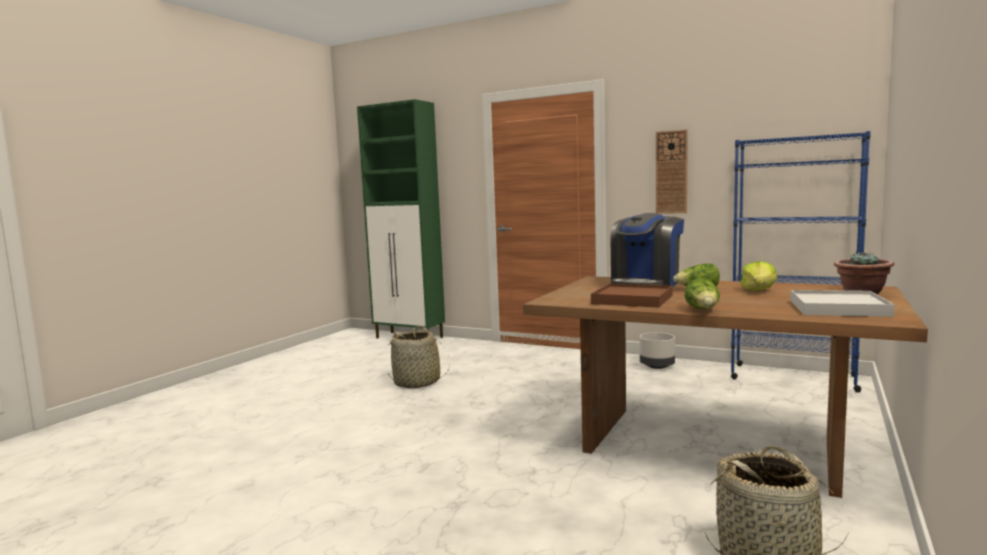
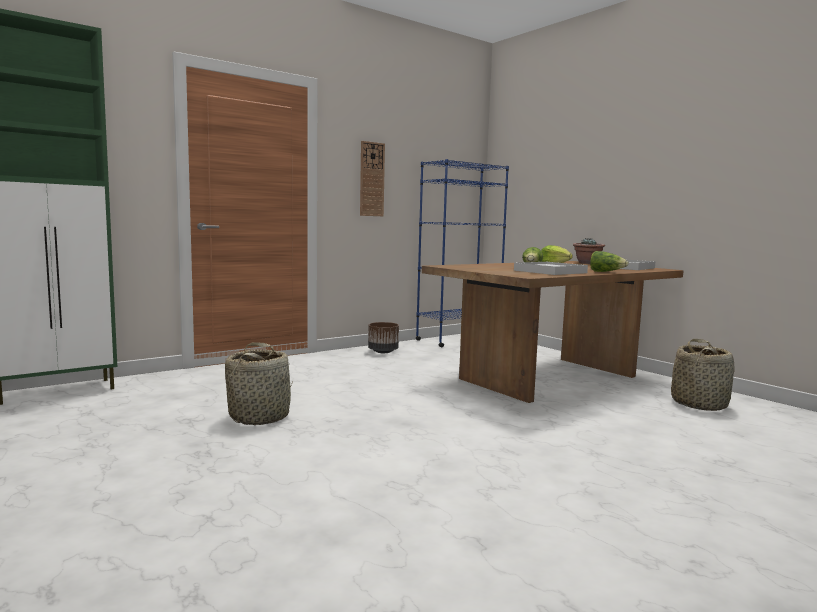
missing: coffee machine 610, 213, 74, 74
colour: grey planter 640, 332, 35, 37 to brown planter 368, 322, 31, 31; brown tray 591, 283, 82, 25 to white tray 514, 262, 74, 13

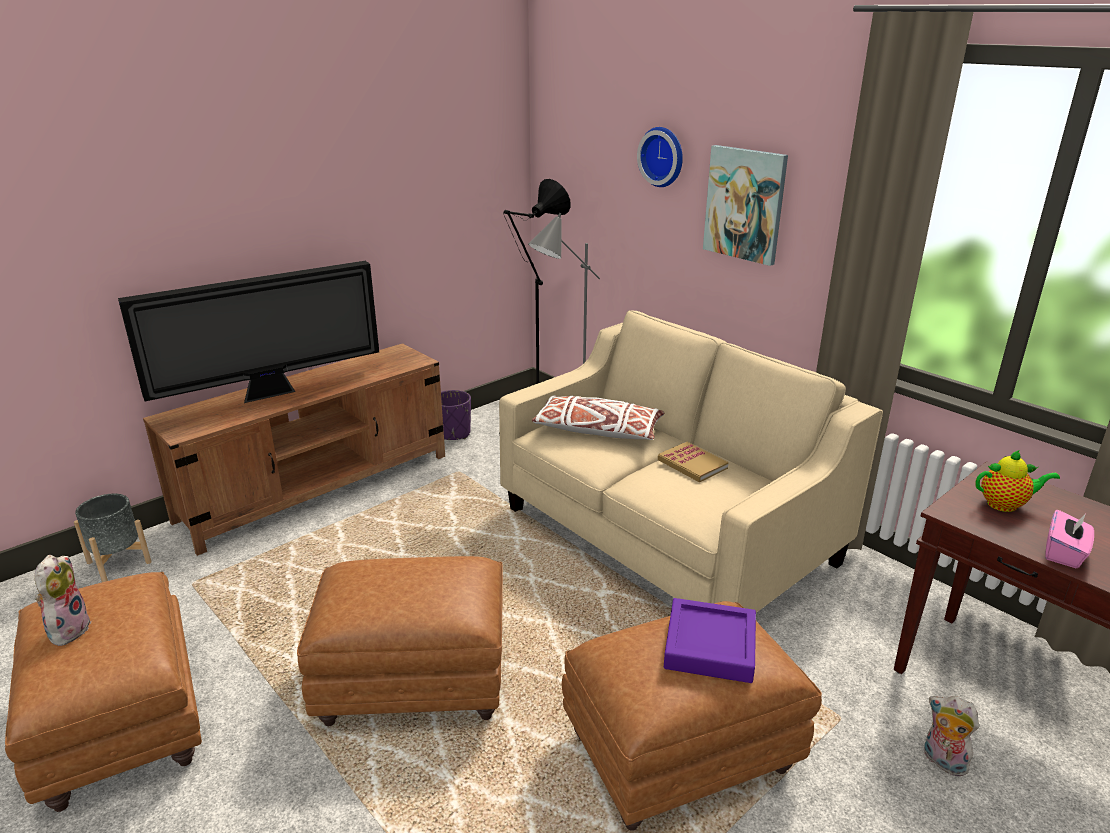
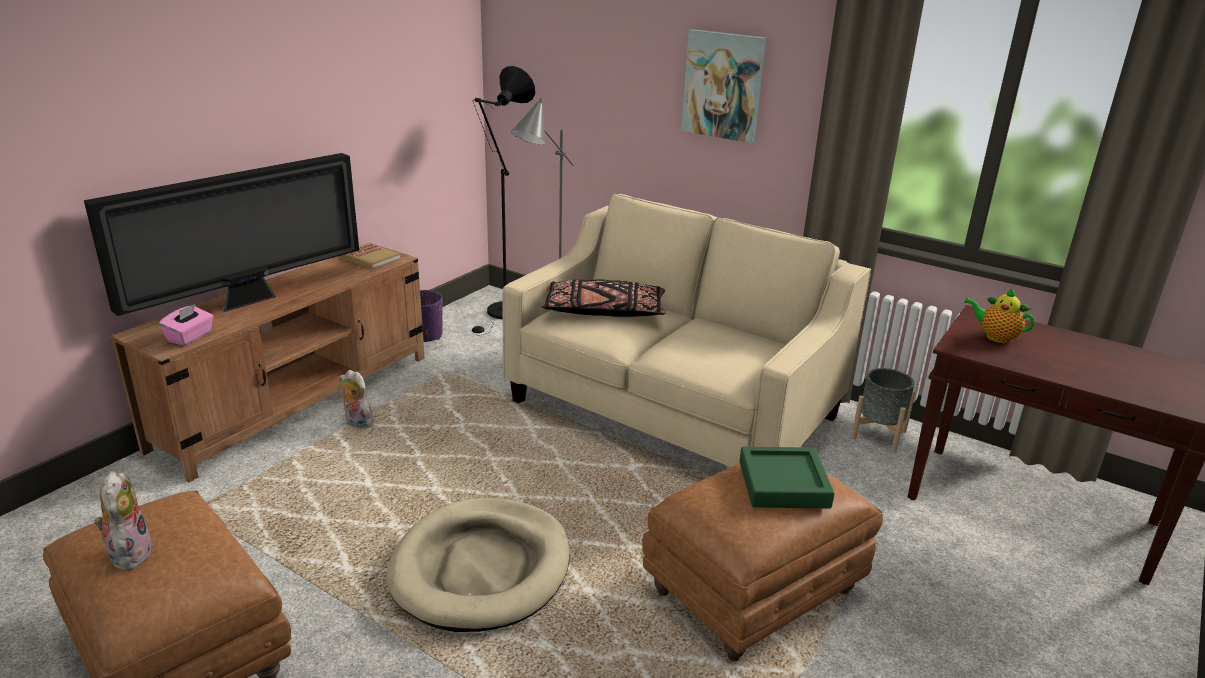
missing: wall clock 637, 127, 46, 60
relocated: pink tissue box 1045, 510, 49, 58 to 159, 304, 55, 42; plush toy 924, 696, 55, 81 to 339, 370, 34, 59; book 658, 442, 71, 41 to 340, 243, 60, 26; grey planter 74, 494, 77, 88 to 851, 368, 64, 84
exchanged: brown ottoman 297, 556, 206, 170 to beige dog bed 386, 498, 184, 134
colour: white pillow 532, 395, 133, 45 to black pillow 541, 279, 125, 38; purple tray 664, 598, 92, 85 to green tray 740, 447, 94, 61
spun: teapot 975, 450, 85, 62 = 964, 288, 71, 55 135 degrees counterclockwise

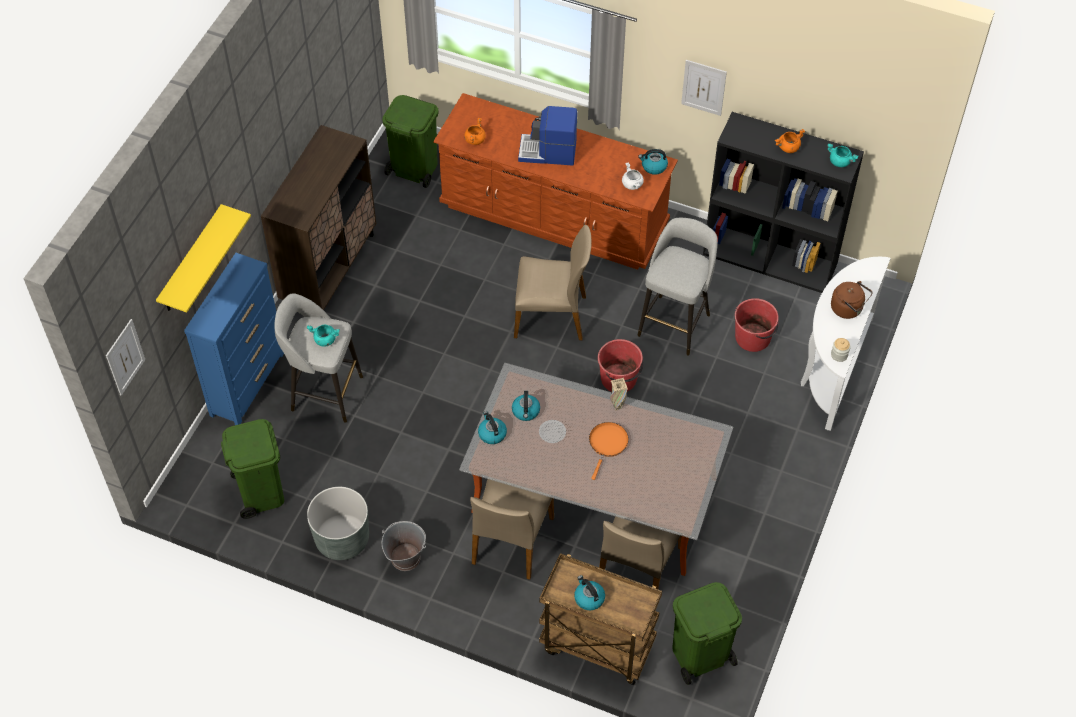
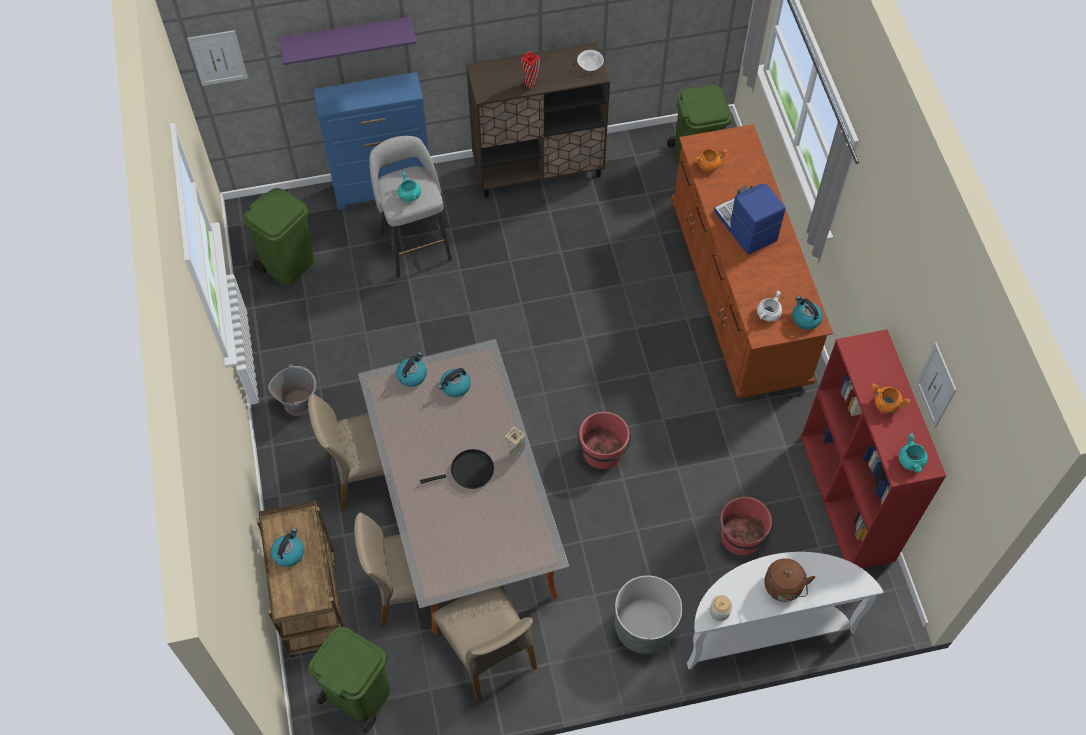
missing: grey stool 637, 218, 81, 137
appeared: red vase 521, 51, 19, 38
relocated: beige chair 514, 225, 77, 115 to 433, 586, 104, 116; bowl 539, 420, 27, 23 to 577, 50, 27, 21; grey planter 307, 487, 62, 73 to 615, 575, 68, 79; picture 681, 60, 46, 56 to 916, 343, 40, 85
colour: yellow shelf 156, 204, 95, 109 to purple shelf 279, 17, 137, 48; orange frying pan 589, 422, 40, 58 to black frying pan 420, 449, 74, 40; black bookcase 703, 112, 161, 181 to red bookcase 801, 329, 145, 240

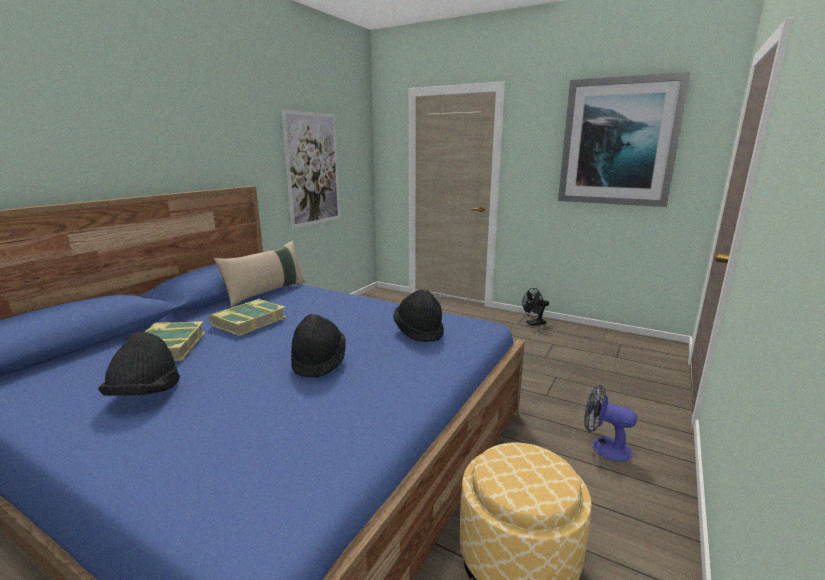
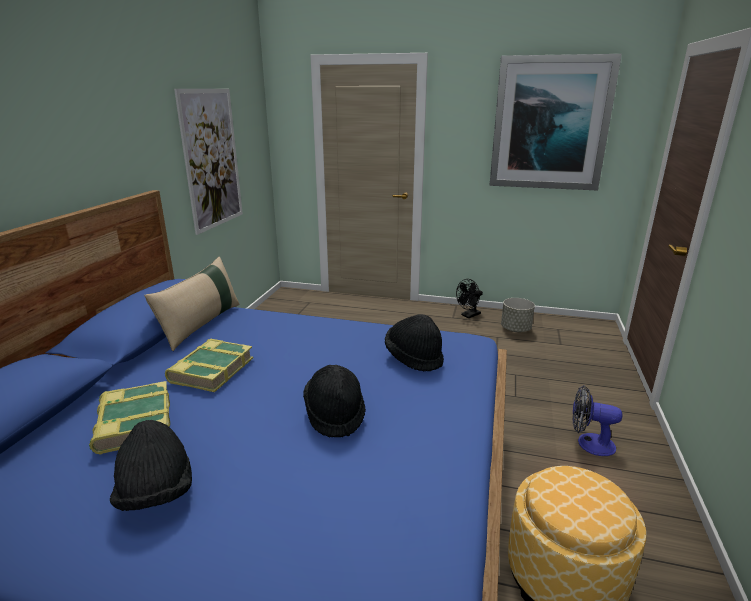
appeared: grey planter 501, 298, 34, 34

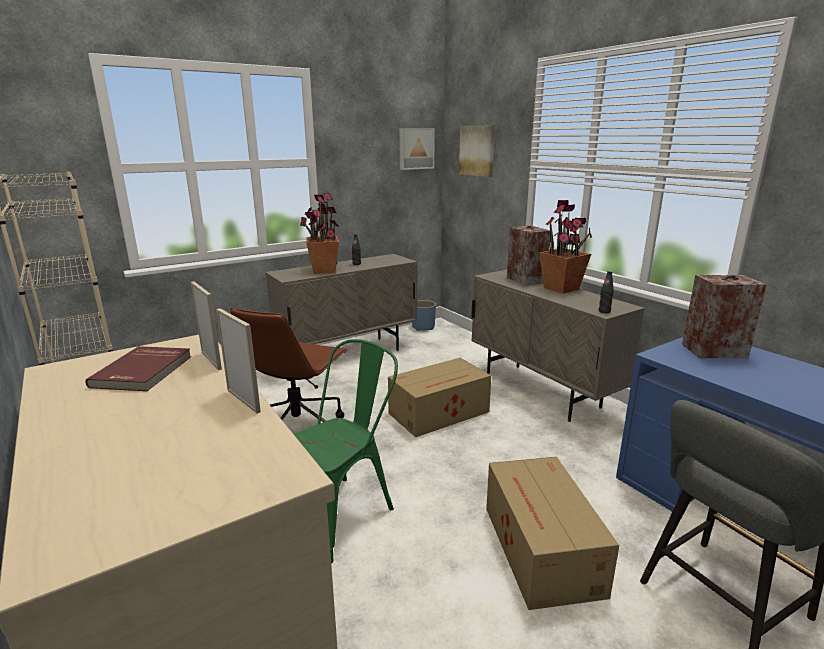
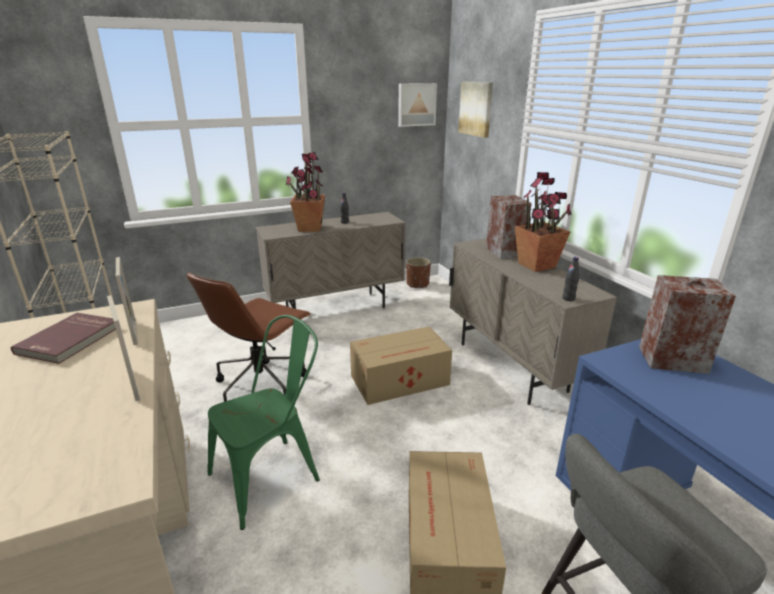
colour: blue planter 412, 300, 24, 31 to brown planter 406, 257, 25, 31

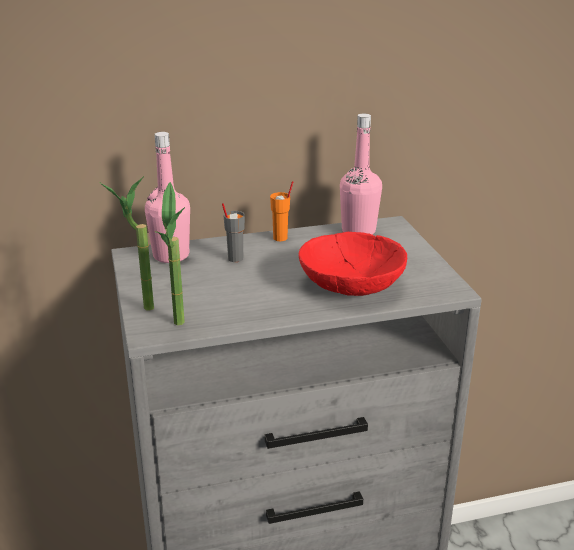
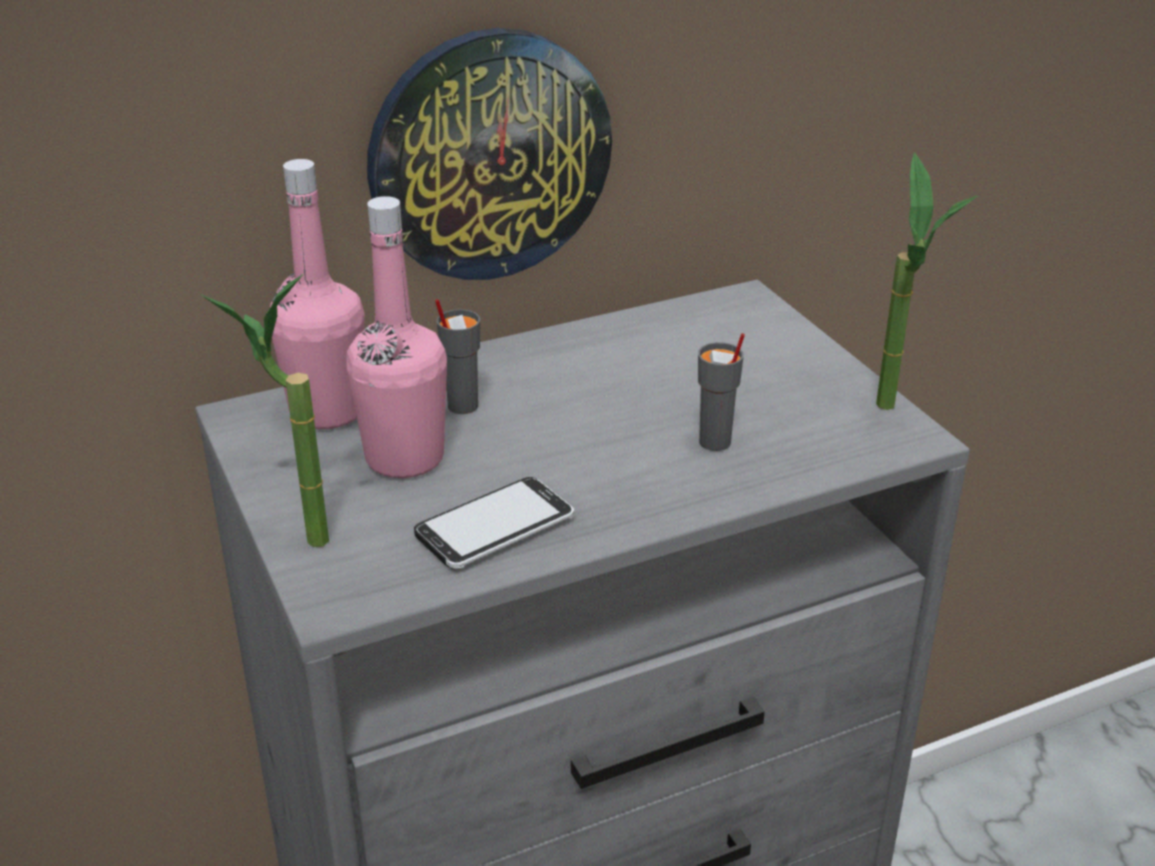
missing: orange cup 270, 181, 23, 60
appeared: wall clock 367, 28, 245, 252; phone 414, 477, 160, 92
relocated: pink bottle 340, 114, 42, 121 to 346, 196, 101, 282; potted plant 155, 182, 30, 143 to 876, 153, 102, 257
exchanged: red bowl 299, 232, 108, 64 to grey cup 698, 333, 47, 118

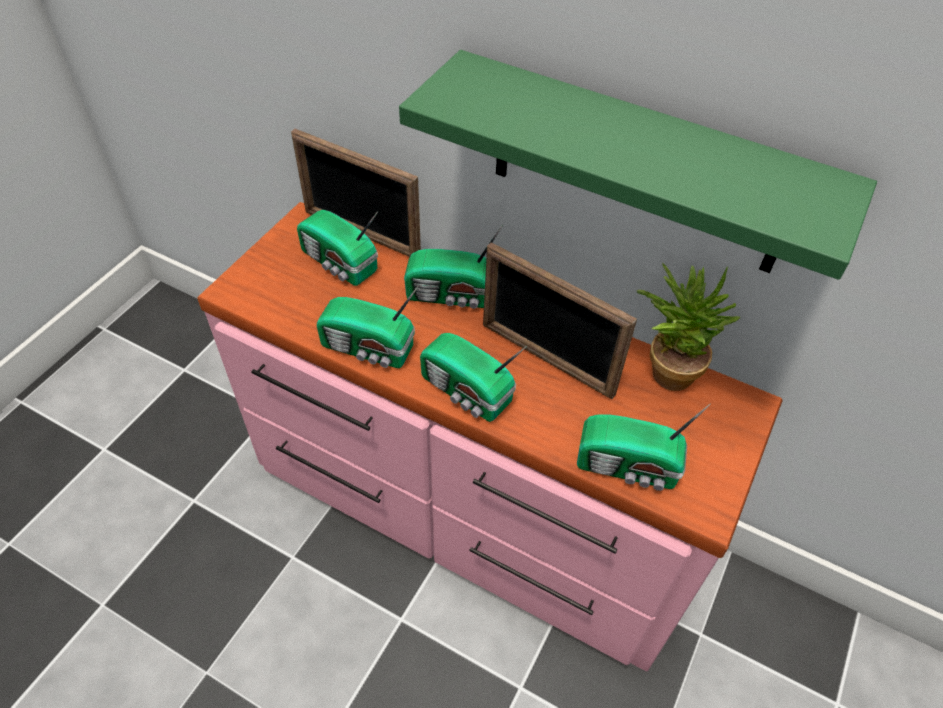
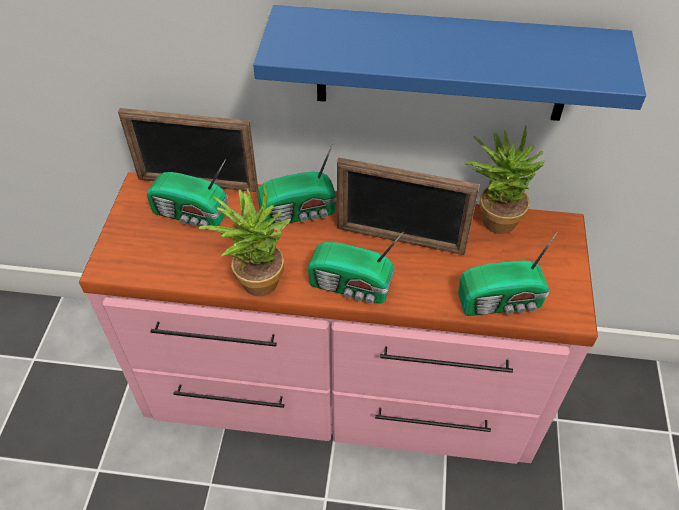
exchanged: radio 317, 285, 102, 83 to potted plant 199, 183, 92, 113
colour: green shelf 399, 50, 478, 230 to blue shelf 253, 5, 393, 116

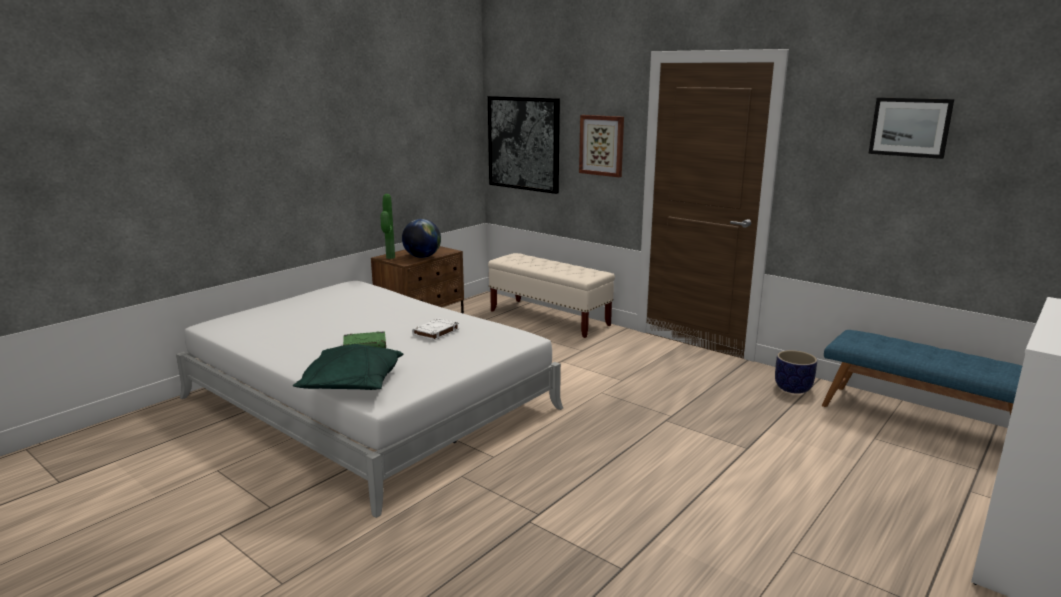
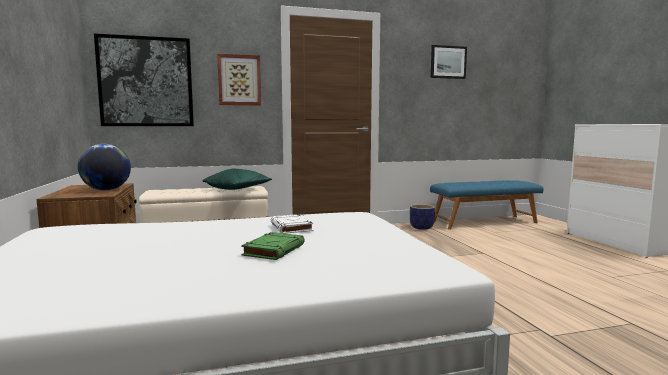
missing: potted plant 380, 194, 15, 65
relocated: green pillow 293, 344, 110, 46 to 202, 168, 70, 22

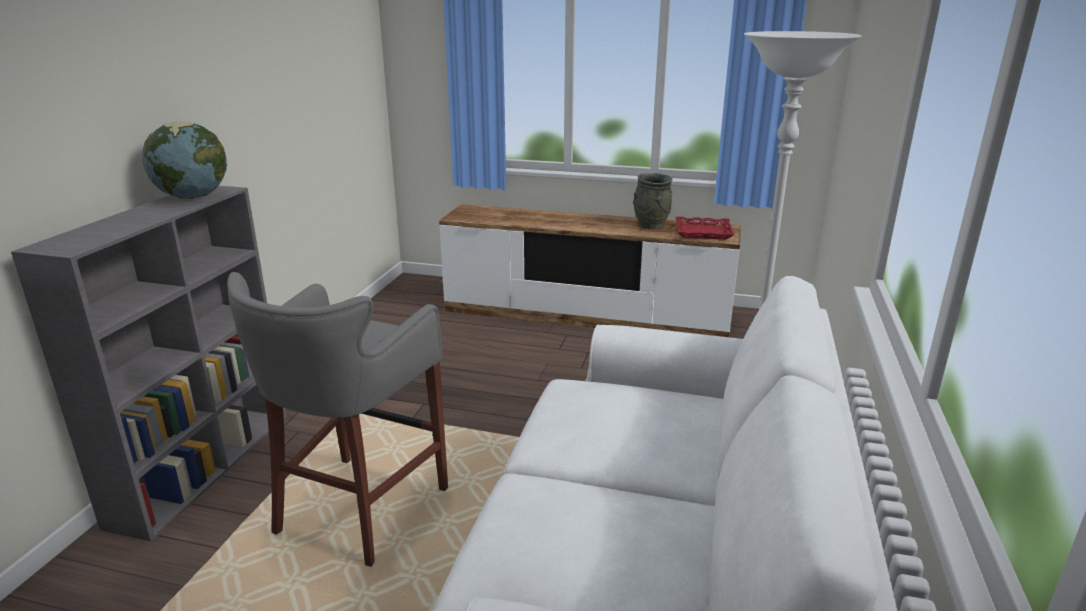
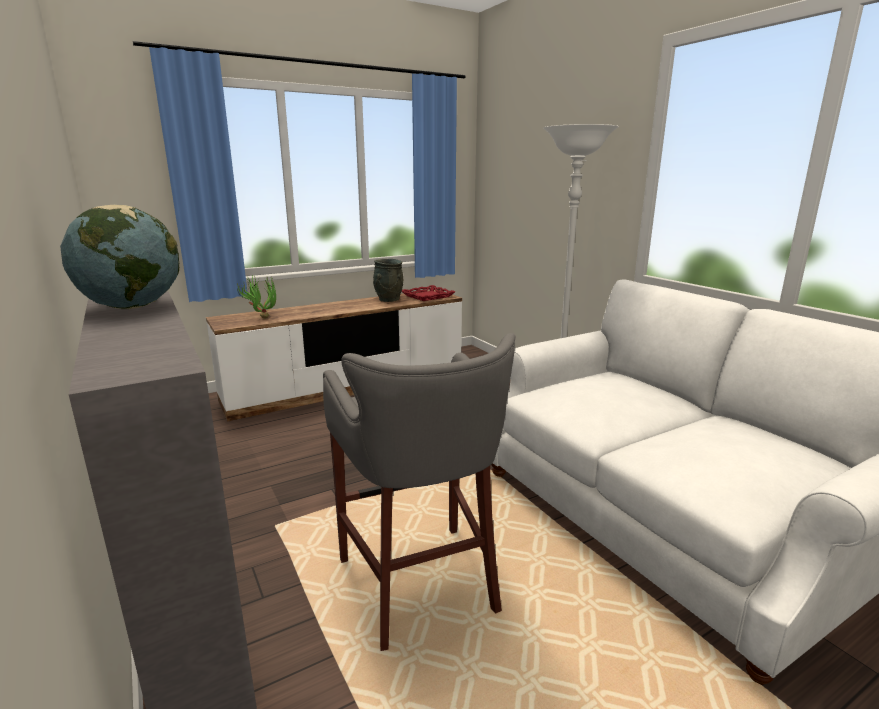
appeared: potted plant 236, 274, 40, 44

